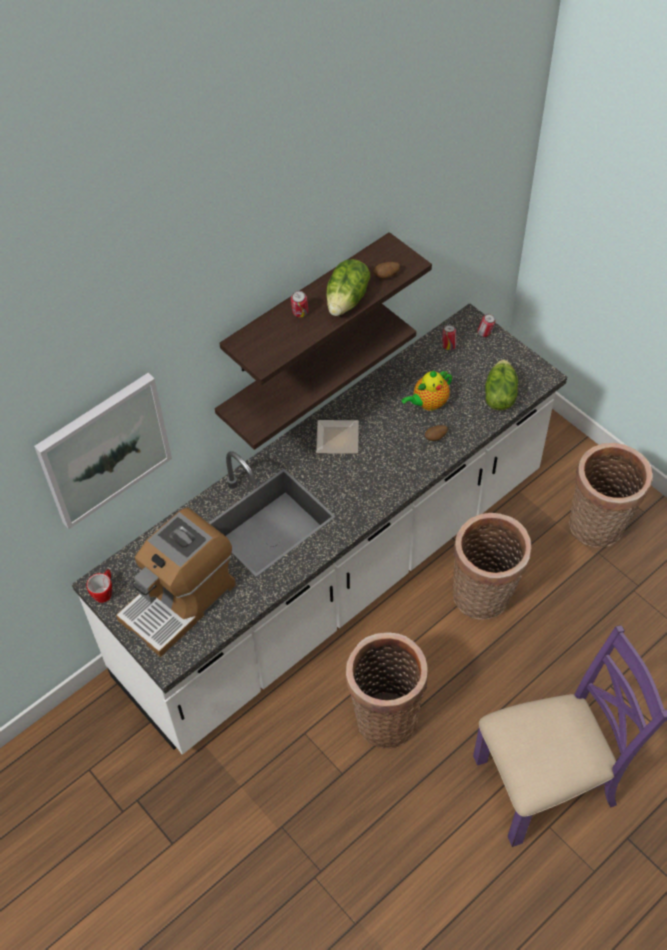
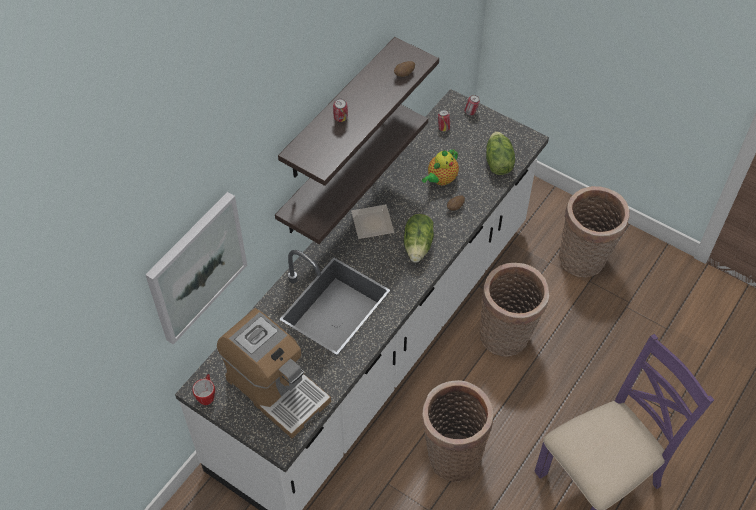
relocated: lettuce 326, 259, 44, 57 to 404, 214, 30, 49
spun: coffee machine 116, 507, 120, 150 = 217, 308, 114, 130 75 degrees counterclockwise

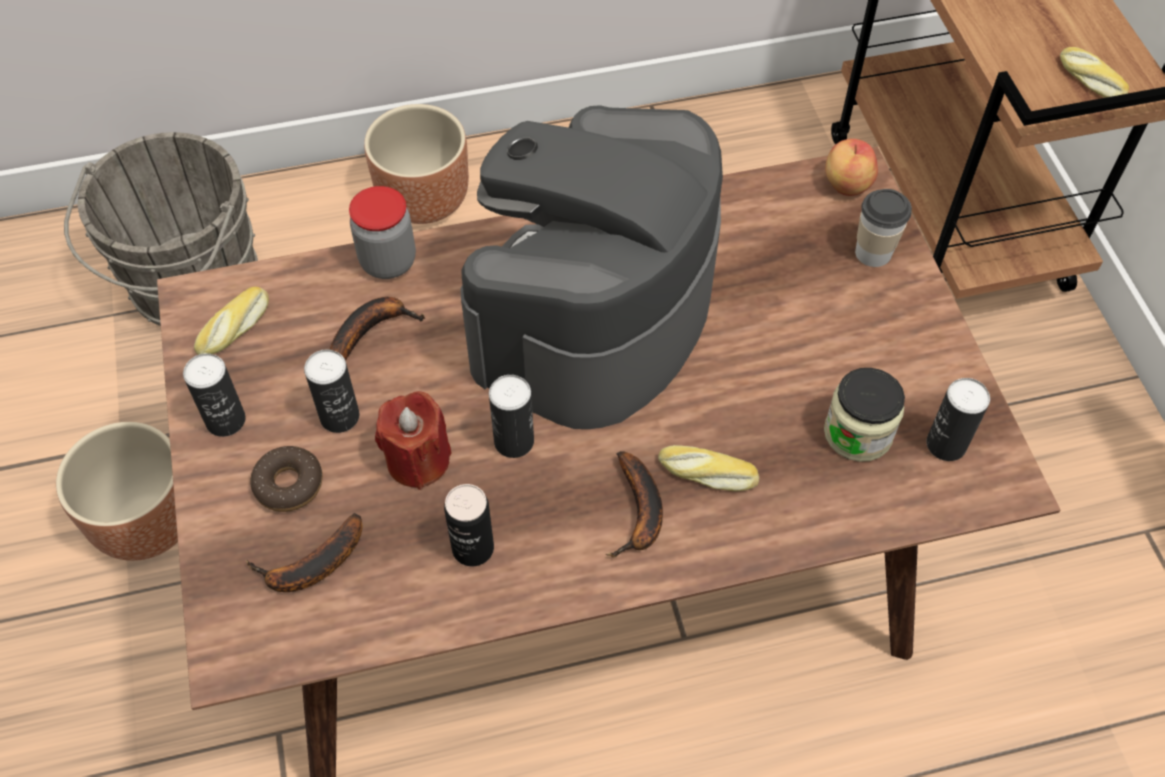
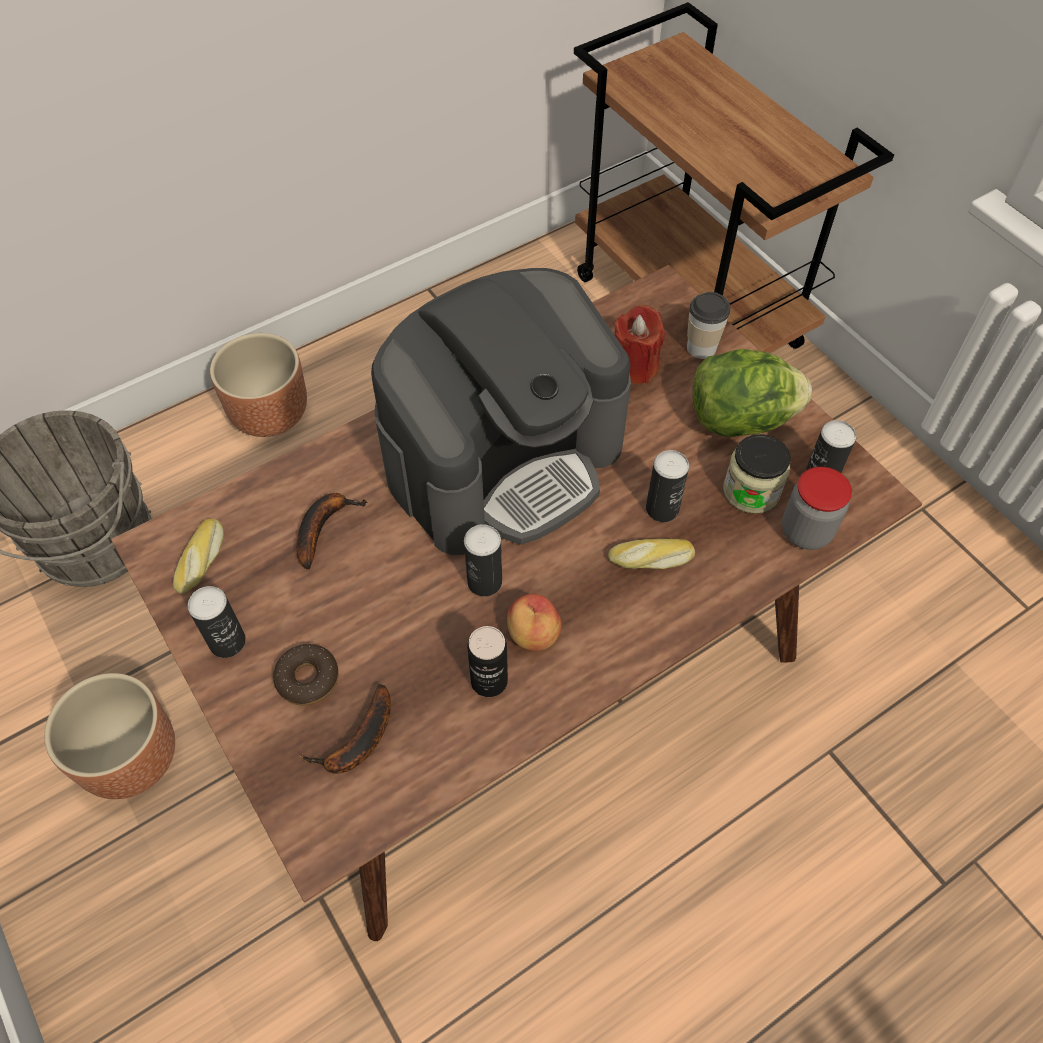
missing: banana 605, 451, 58, 107; bread 1060, 47, 69, 51
appeared: lettuce 693, 349, 119, 88
relocated: apple 825, 139, 53, 57 to 507, 594, 55, 57; red candle 375, 391, 77, 99 to 614, 305, 51, 79; can 304, 350, 56, 83 to 646, 450, 43, 72; jar 349, 186, 67, 93 to 782, 467, 70, 83
spun: coffee machine 460, 105, 263, 324 = 371, 268, 260, 287 135 degrees counterclockwise

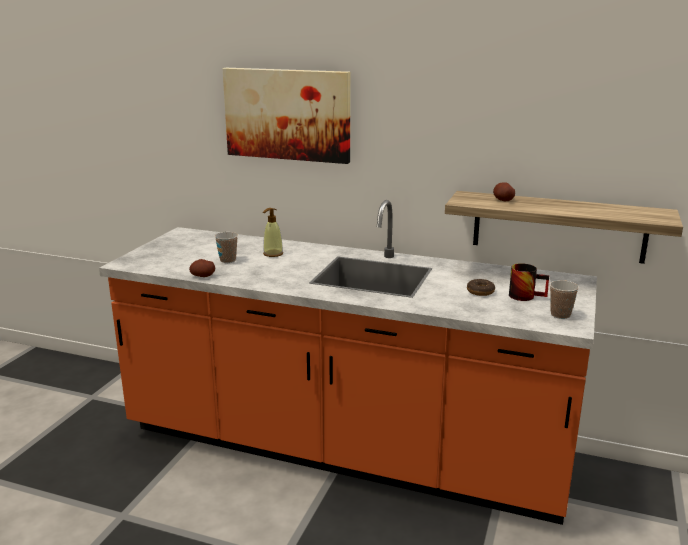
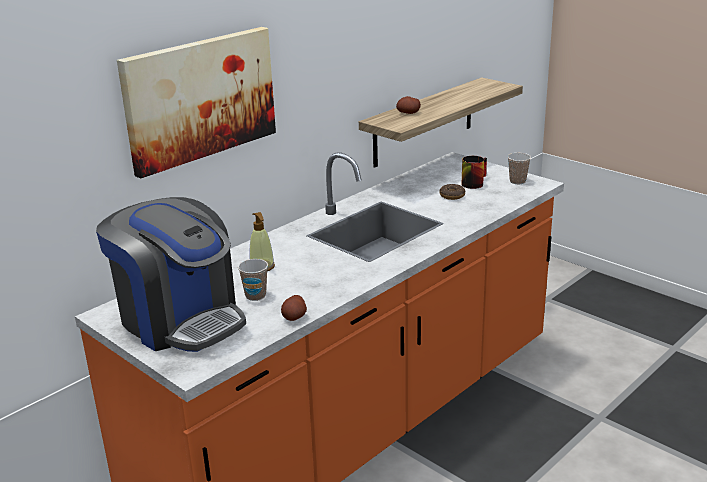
appeared: coffee machine 96, 197, 150, 155

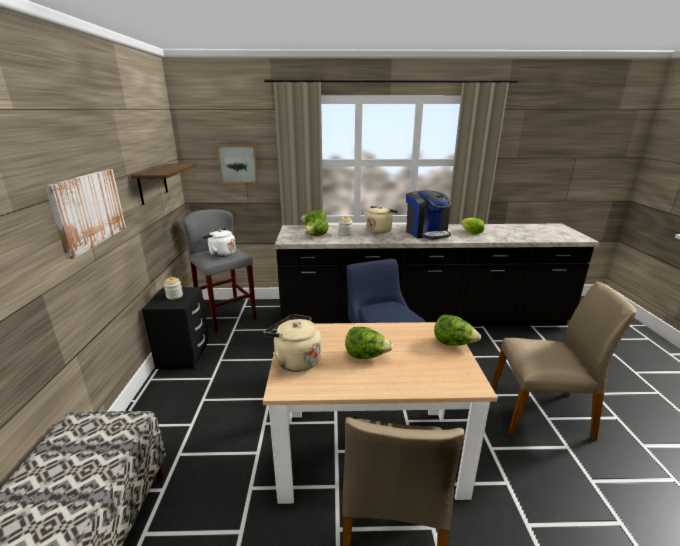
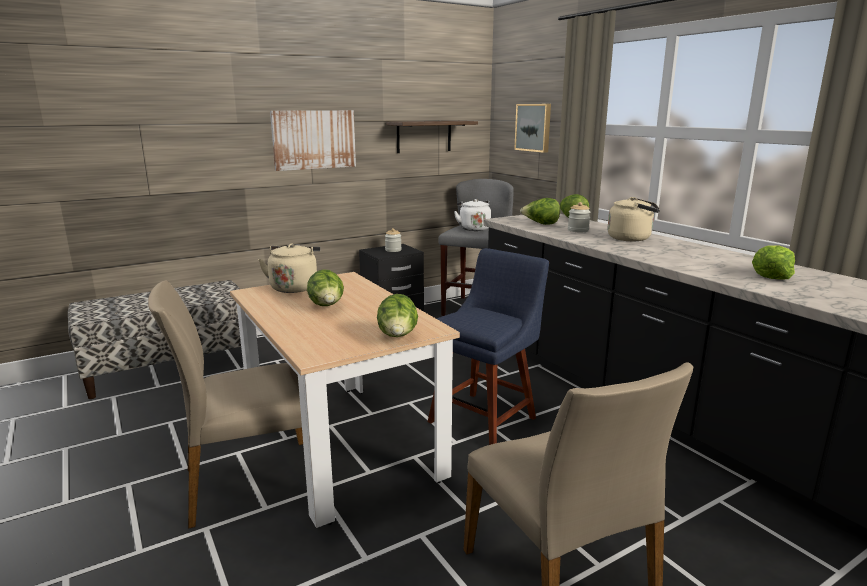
missing: coffee machine 406, 190, 46, 50

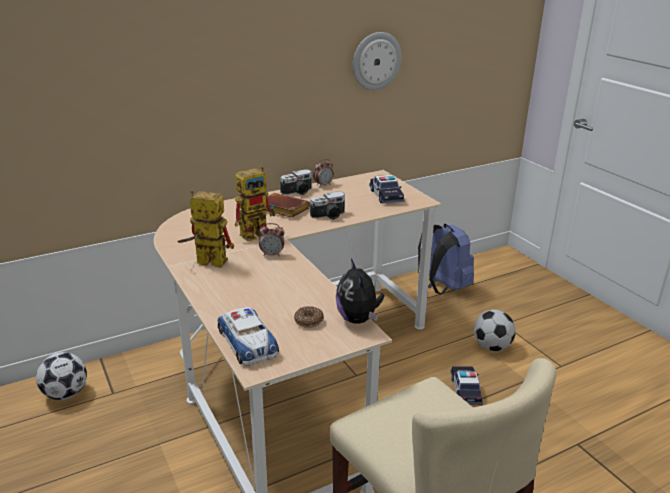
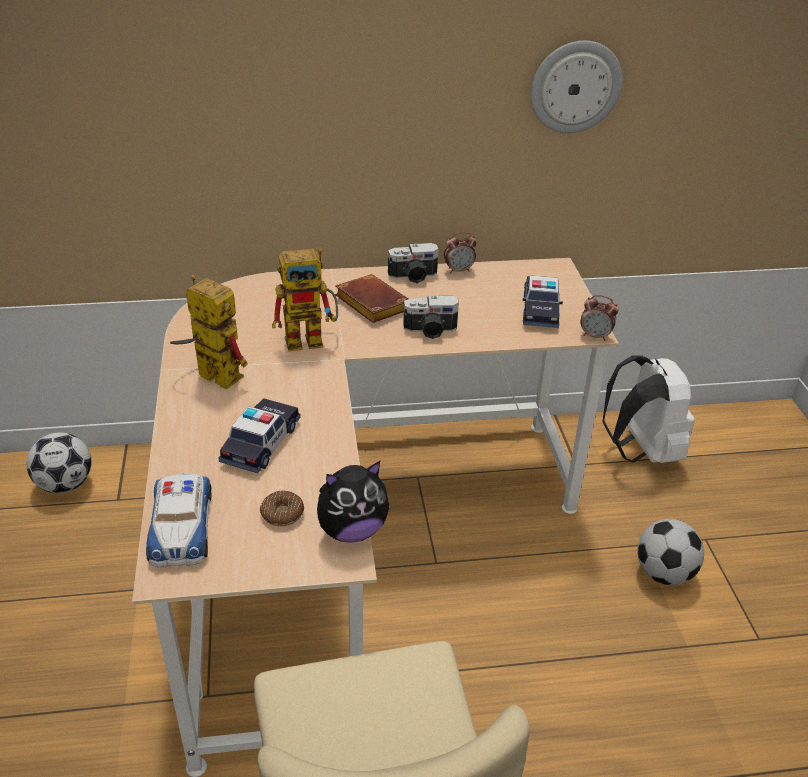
relocated: toy car 451, 366, 32, 39 to 218, 398, 83, 75; alarm clock 259, 223, 25, 34 to 580, 295, 39, 46
colour: blue backpack 418, 224, 56, 71 to white backpack 603, 355, 92, 108
spun: plush toy 336, 259, 48, 65 = 317, 461, 72, 82 120 degrees counterclockwise

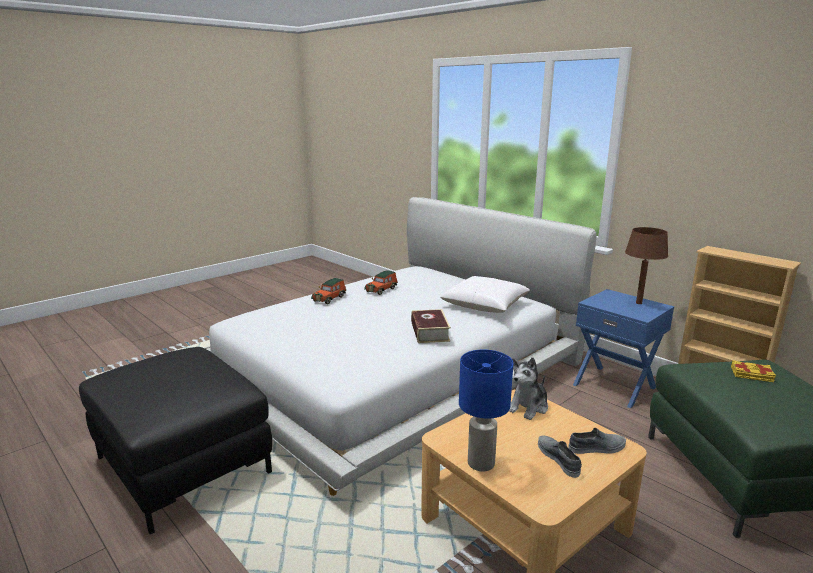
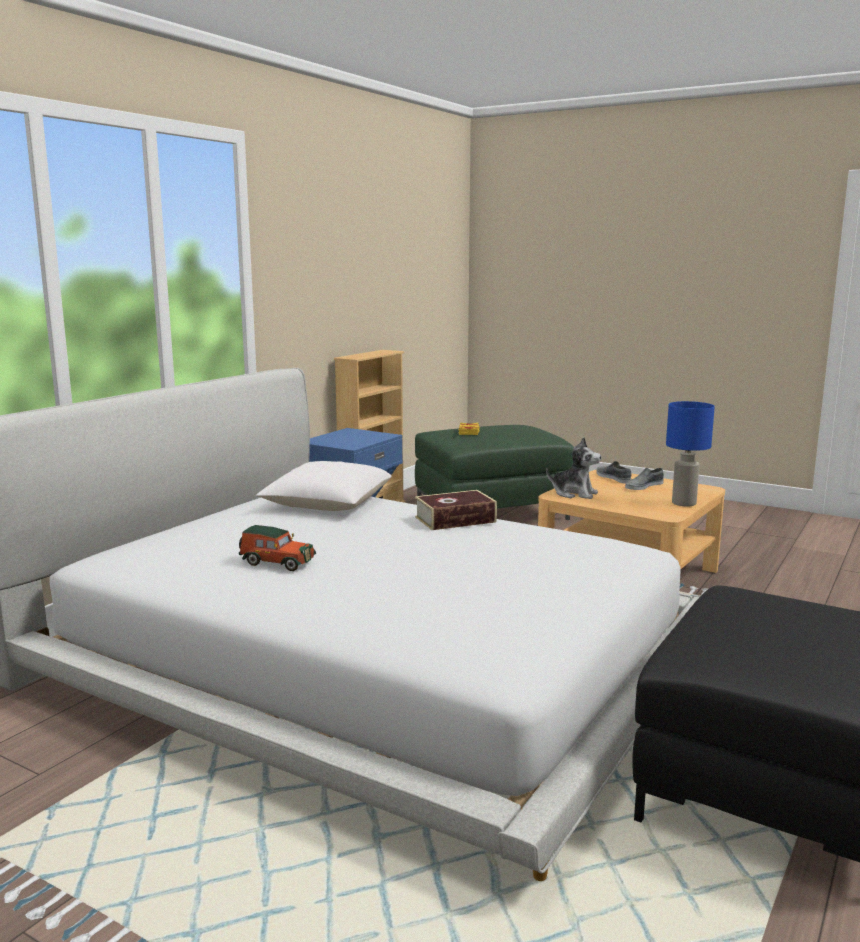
missing: toy car 311, 278, 35, 26; brown table lamp 625, 227, 43, 77

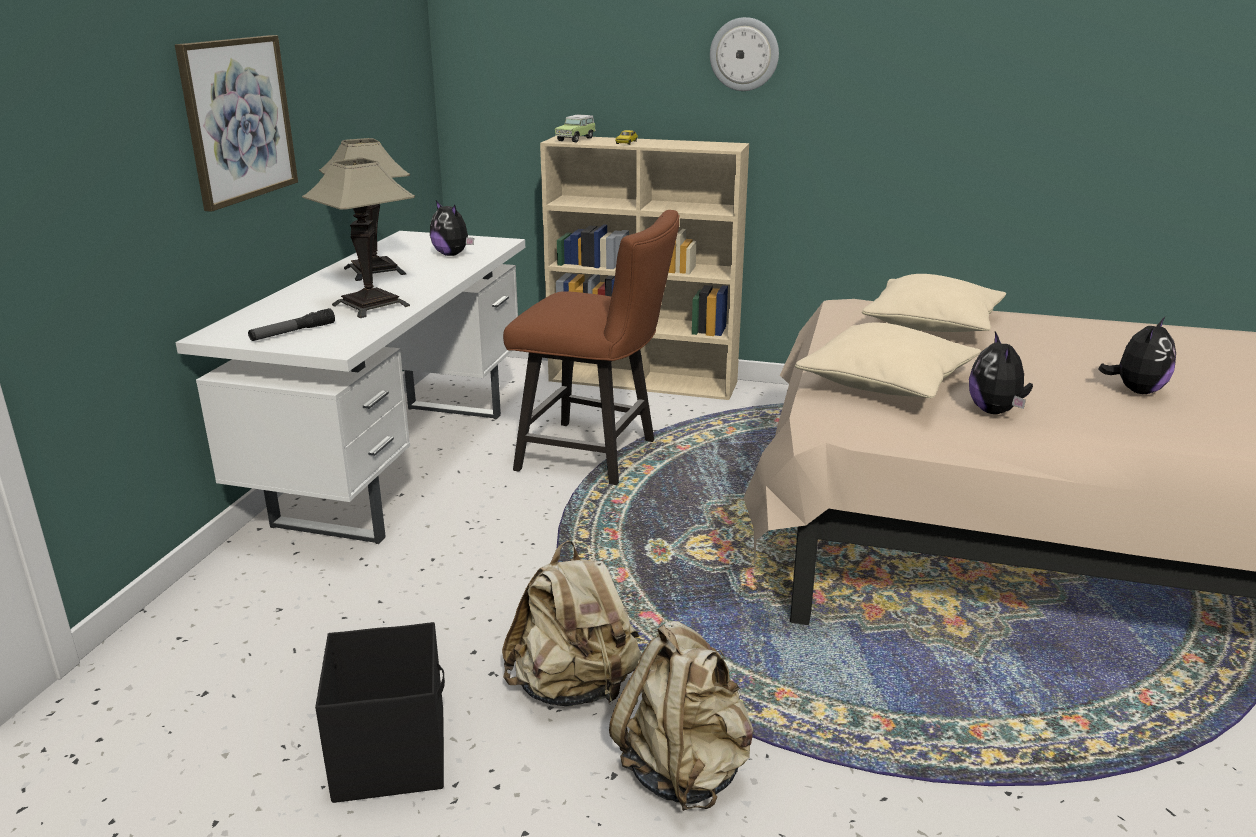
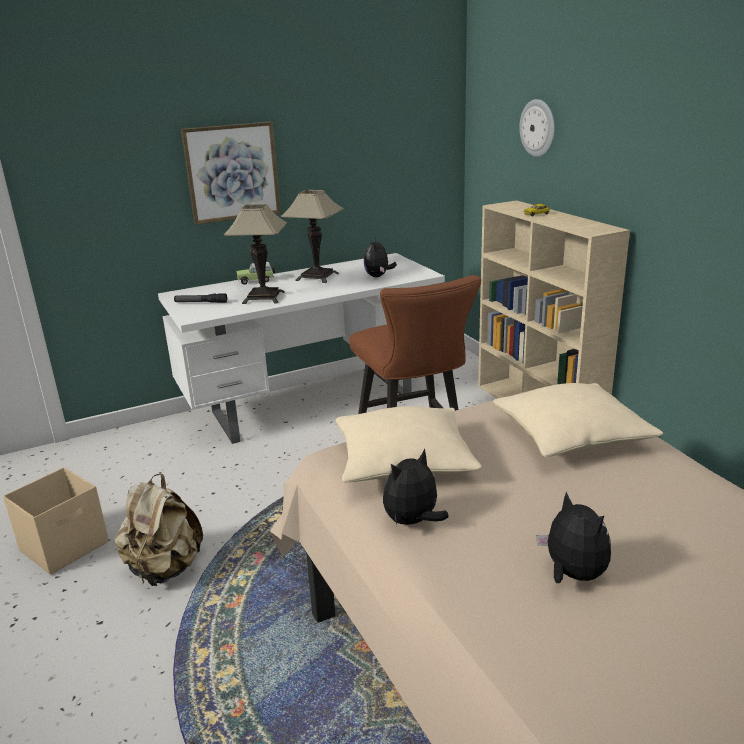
missing: beige backpack 609, 621, 145, 190
relocated: toy car 555, 115, 41, 27 to 237, 262, 38, 23; wall clock 710, 17, 69, 74 to 519, 99, 36, 58
colour: black storage box 315, 622, 130, 181 to beige storage box 3, 467, 106, 108
spun: plush toy 1098, 317, 78, 77 = 537, 492, 74, 91 120 degrees counterclockwise

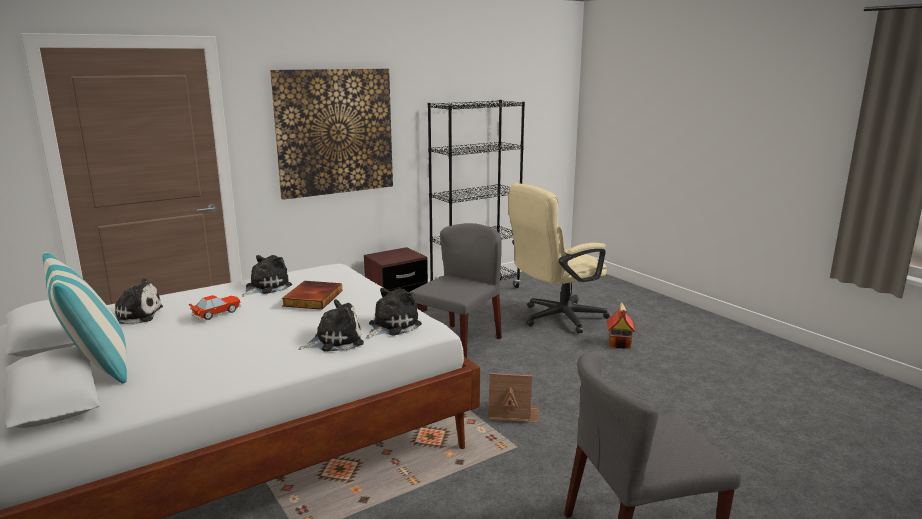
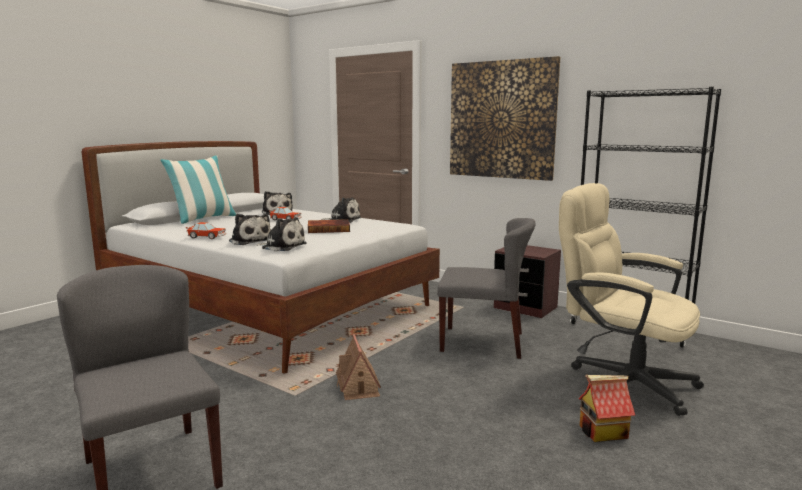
appeared: toy car 186, 222, 40, 17

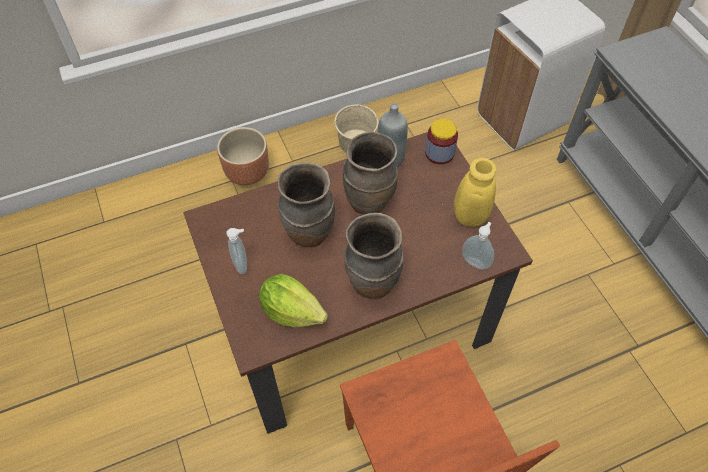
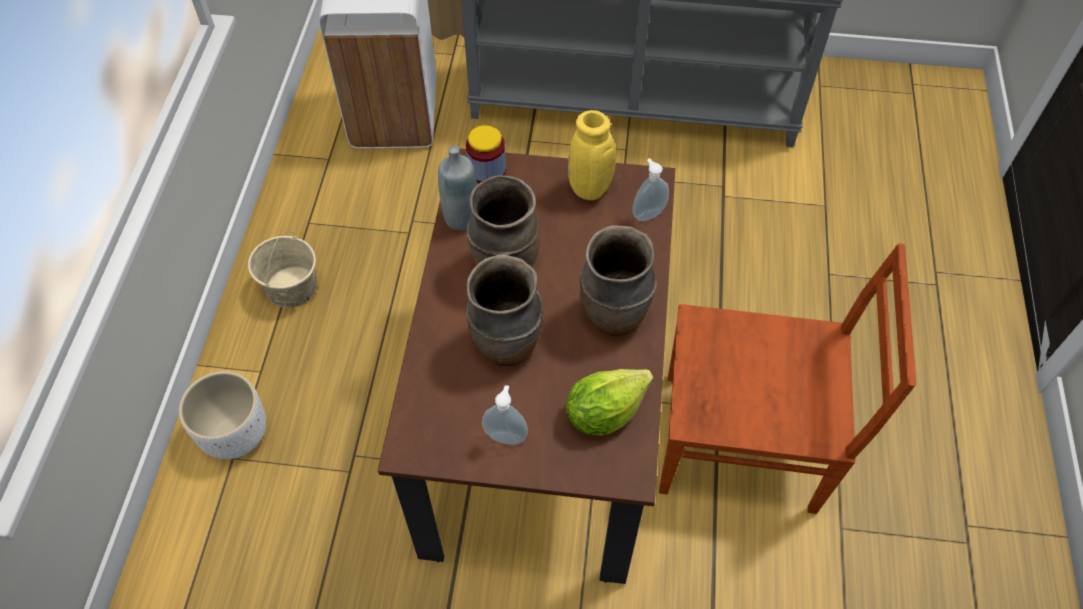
colour: brown planter 217, 127, 52, 58 to white planter 179, 371, 87, 88

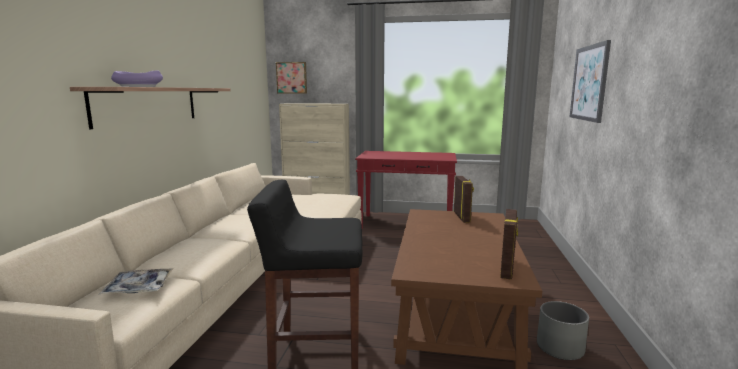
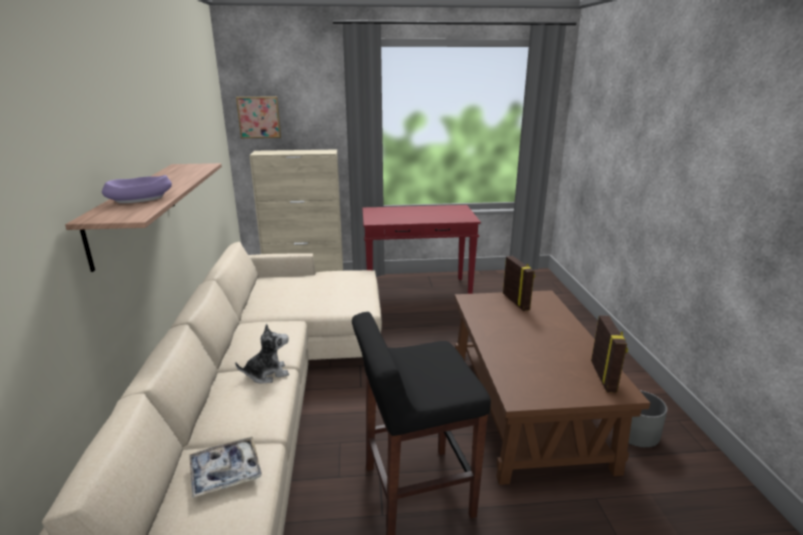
missing: picture 570, 40, 41, 83
appeared: plush toy 235, 324, 54, 59

